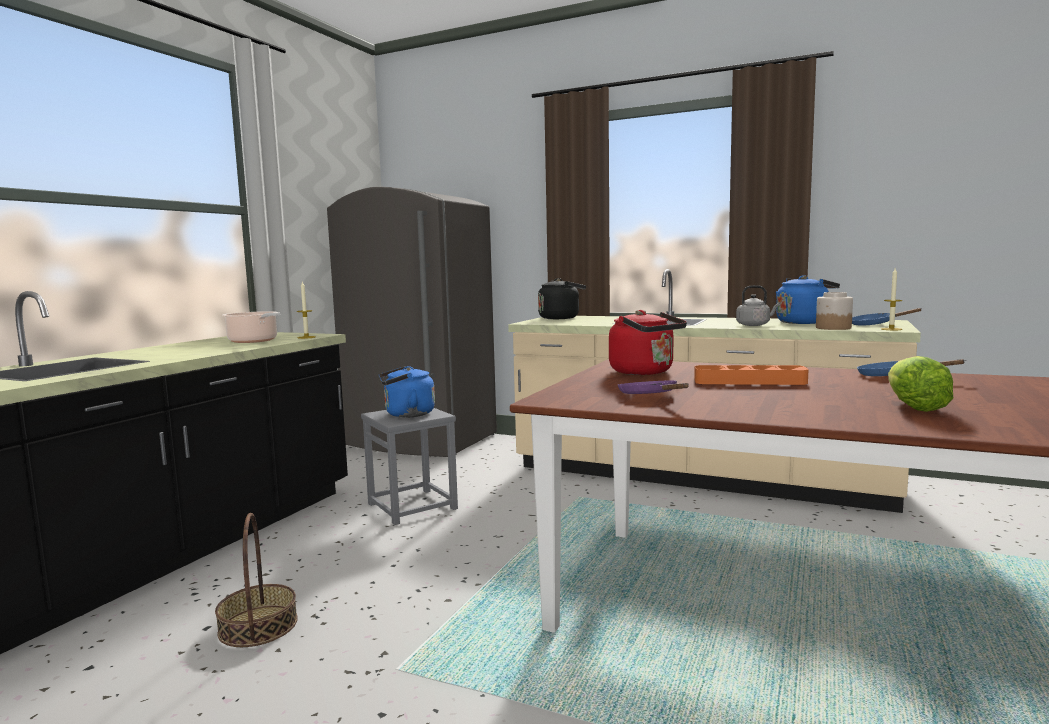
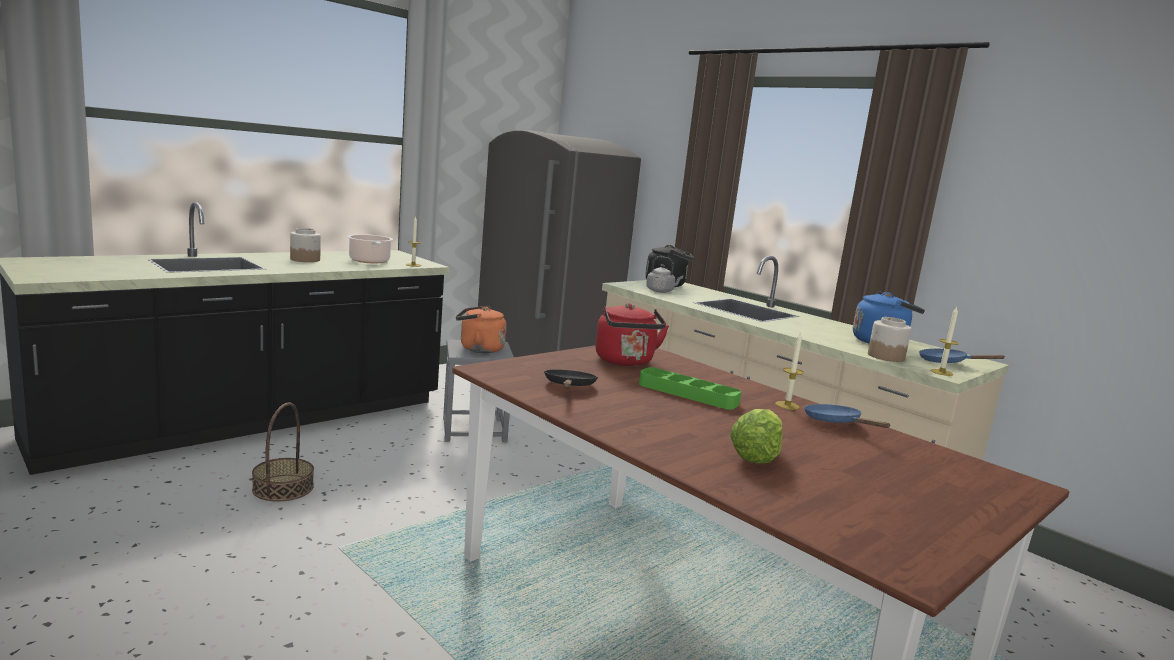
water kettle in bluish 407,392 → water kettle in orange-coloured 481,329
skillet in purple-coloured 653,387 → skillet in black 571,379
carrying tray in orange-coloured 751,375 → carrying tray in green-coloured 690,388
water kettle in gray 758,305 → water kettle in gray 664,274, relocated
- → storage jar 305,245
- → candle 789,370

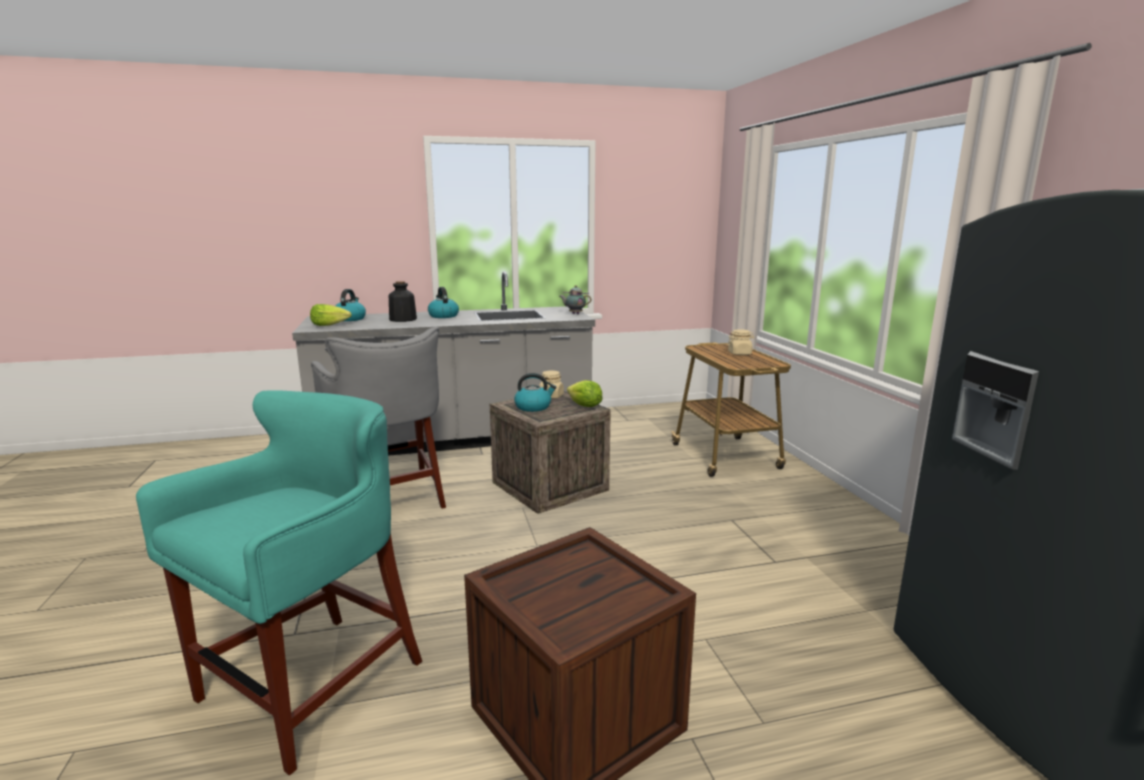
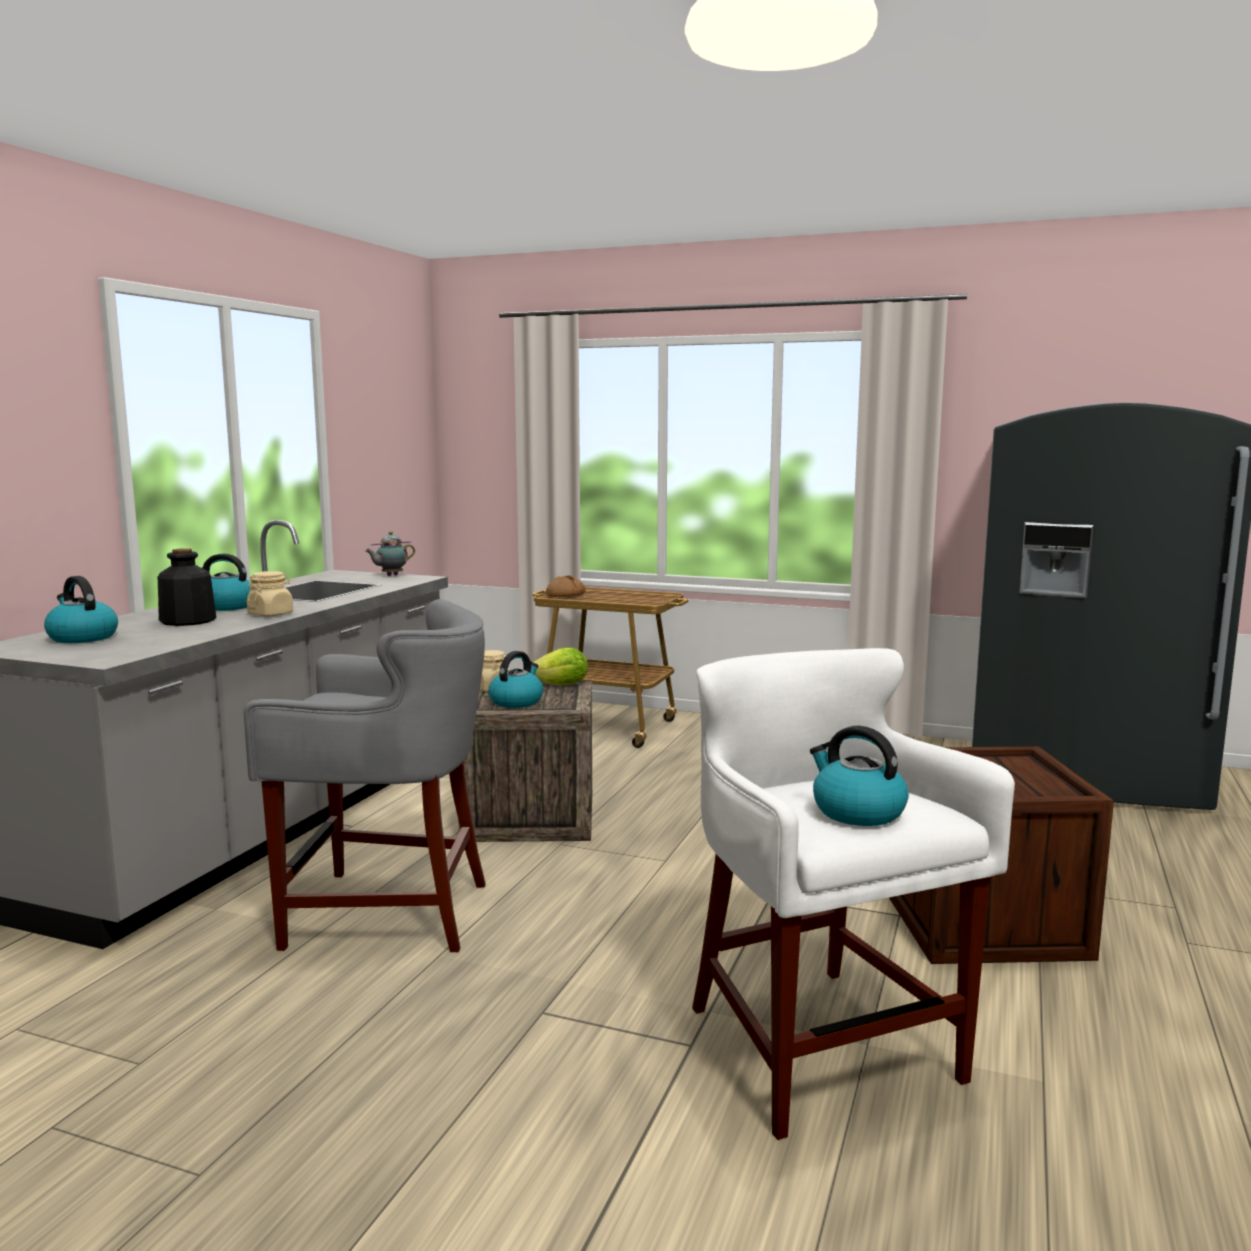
sitting stool in turquoise-coloured 279,582 → sitting stool in whitish 853,894
head of lettuce 330,315 → -
storage jar in beige-coloured 741,342 → storage jar in beige-coloured 270,593, relocated
- → bakery bread 566,586
- → water kettle 859,776

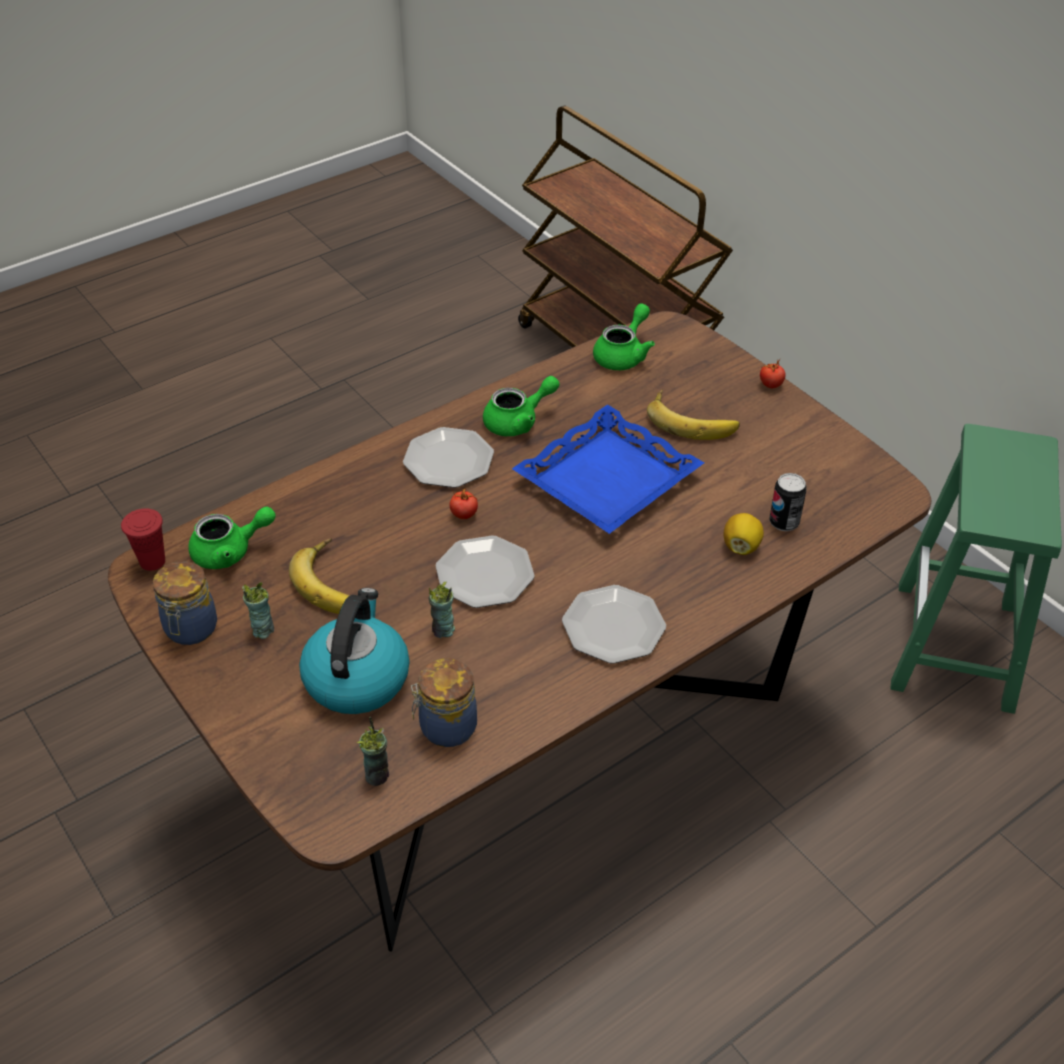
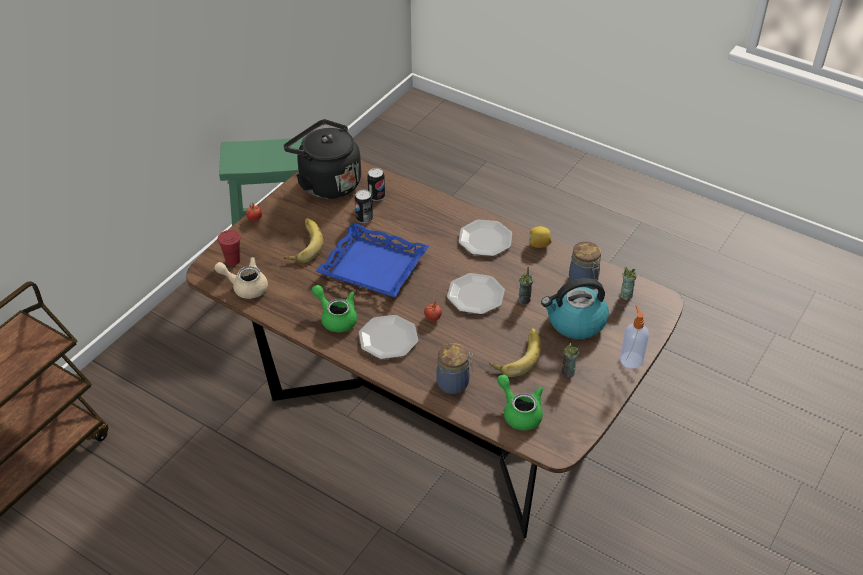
cup in reddish 143,539 → cup in reddish 229,248, relocated
storage jar 185,603 → storage jar 455,368, relocated
pot for tea in green-coloured 624,336 → pot for tea in beige-coloured 241,278
citrus fruit 744,534 → citrus fruit 541,237, relocated
- → water kettle in black 322,159
- → sealed can 364,206
- → liquid soap bottle 634,337

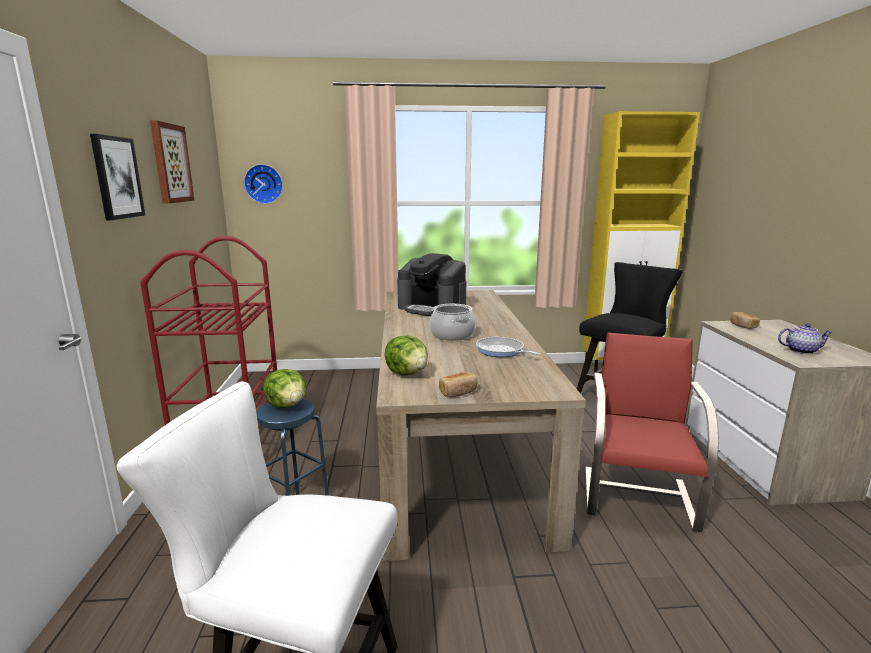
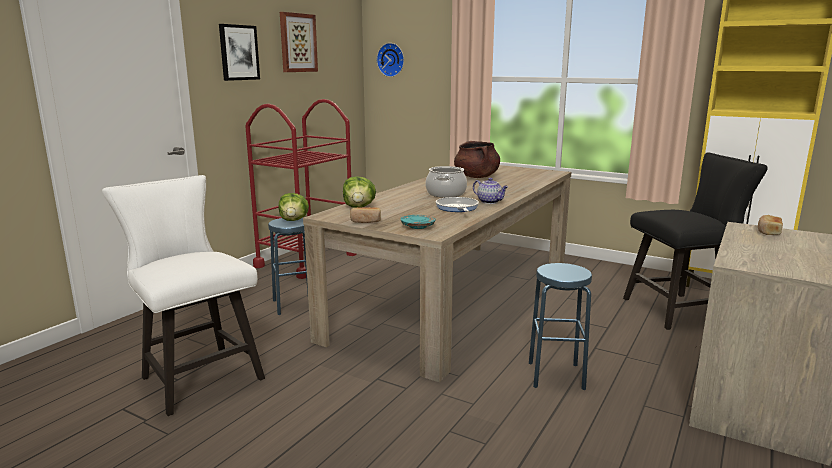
coffee machine 431,284 → stockpot in brown-coloured 477,159
plain chair in reddish 652,432 → sitting stool in bluish 560,326
pot for tea 805,338 → pot for tea 490,191, relocated
- → dinner plate in turquoise-coloured 418,222

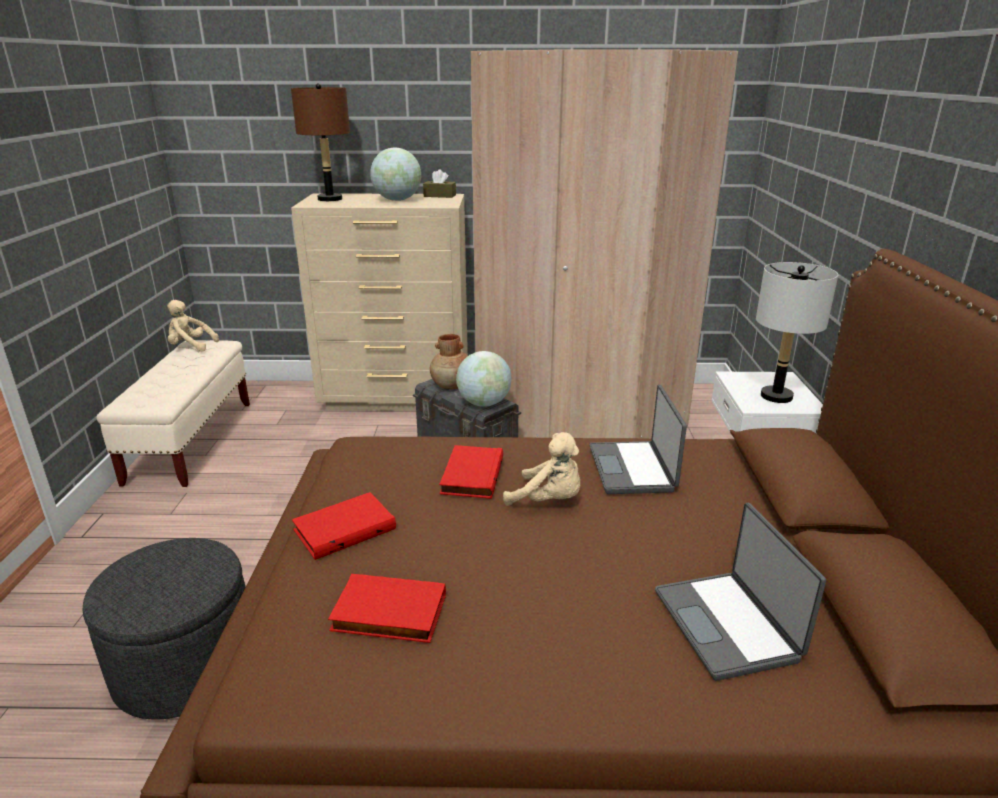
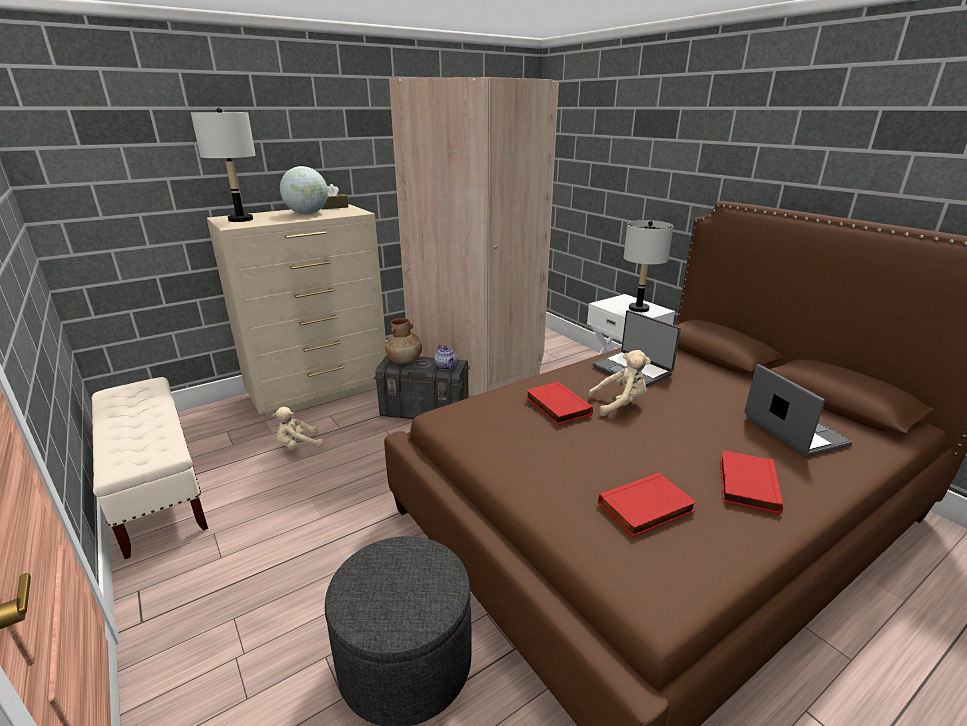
plush toy in beige-coloured 193,326 → plush toy in beige-coloured 297,428, relocated
tabletop lamp in brown-coloured 320,142 → tabletop lamp in gray 223,165
bound book in reddish 344,526 → bound book in reddish 751,482, relocated
world globe 484,379 → pot for tea 445,357
portable computer 740,592 → portable computer 798,410, 150 degrees counterclockwise

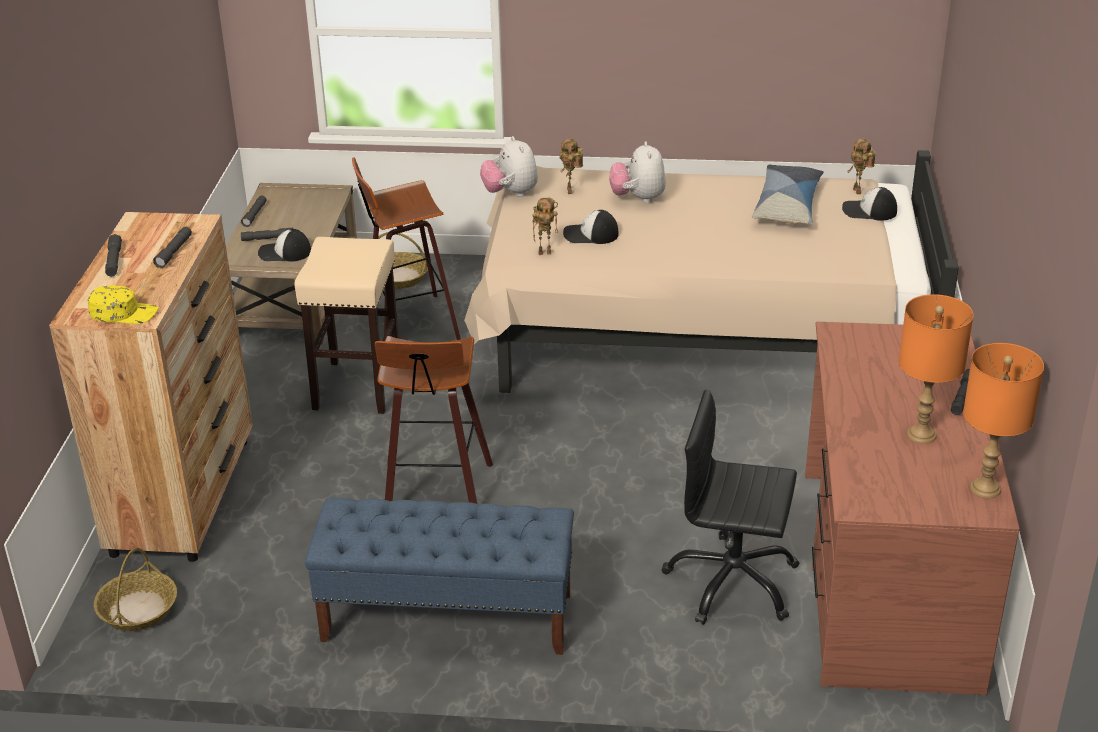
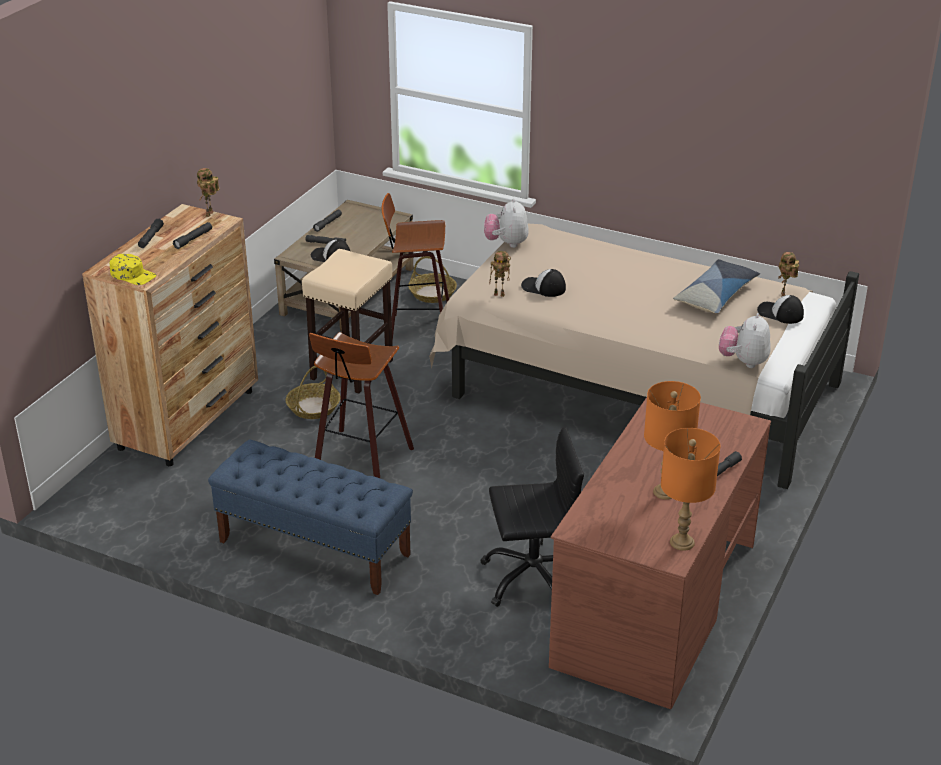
basket 135,589 → basket 313,392, relocated
toy robot 571,166 → toy robot 208,192, relocated
plush toy 637,172 → plush toy 745,340, relocated
desk chair in black 730,507 → desk chair in black 532,517, 135 degrees clockwise

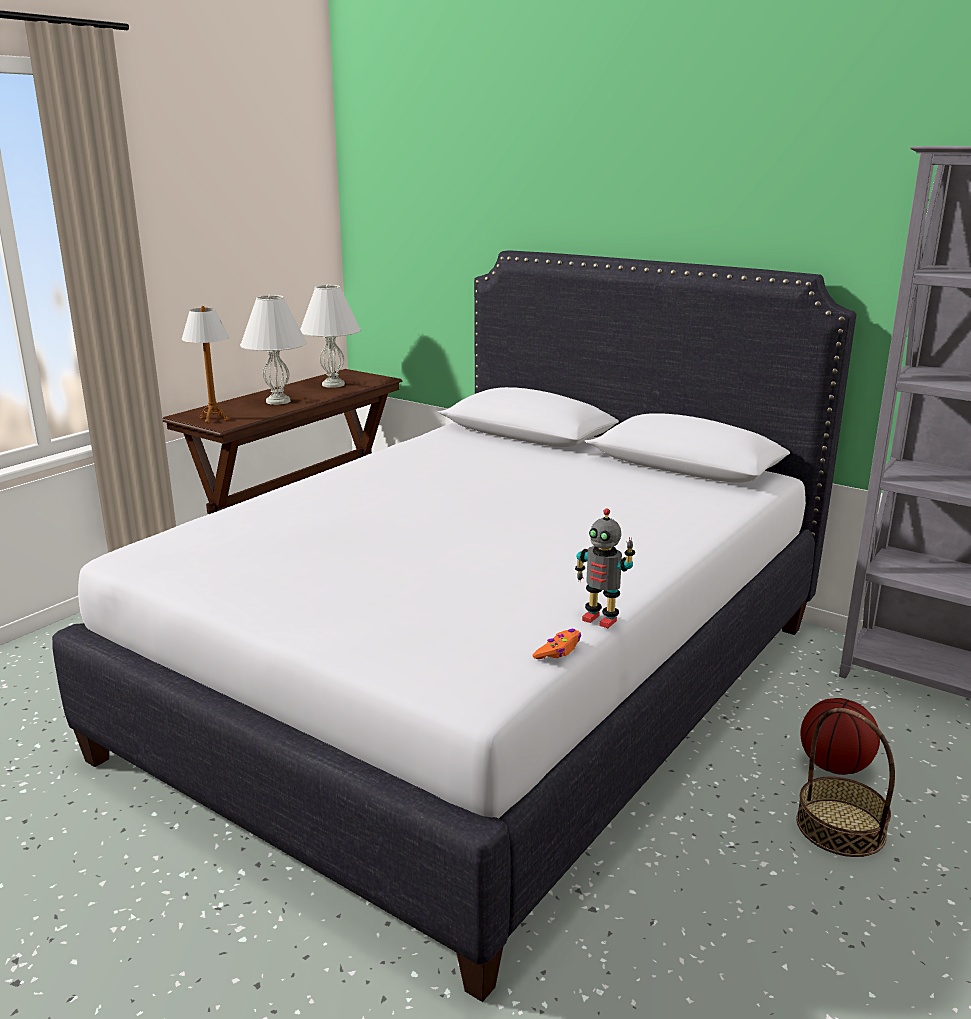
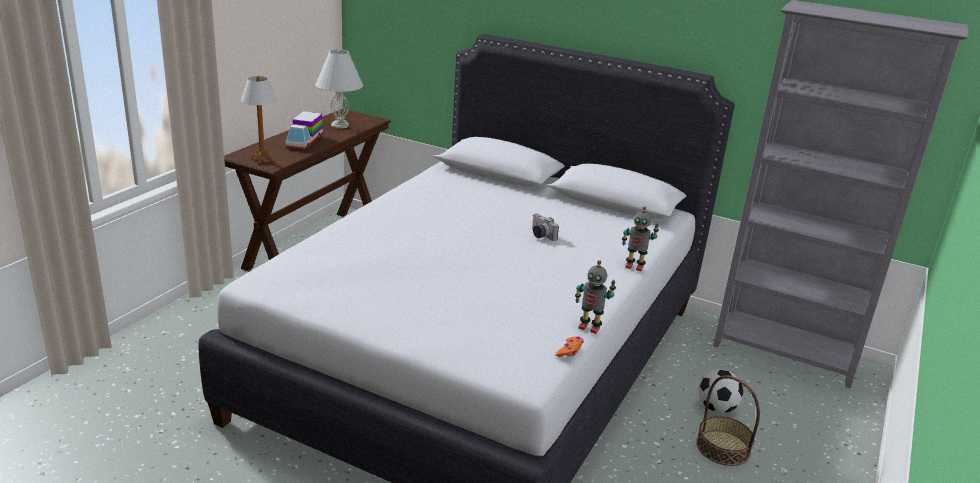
tabletop lamp in whitish 273,350 → toy truck 304,130
basketball ball 840,736 → ball for football 720,391
- → photo camera 545,227
- → toy robot 640,238

